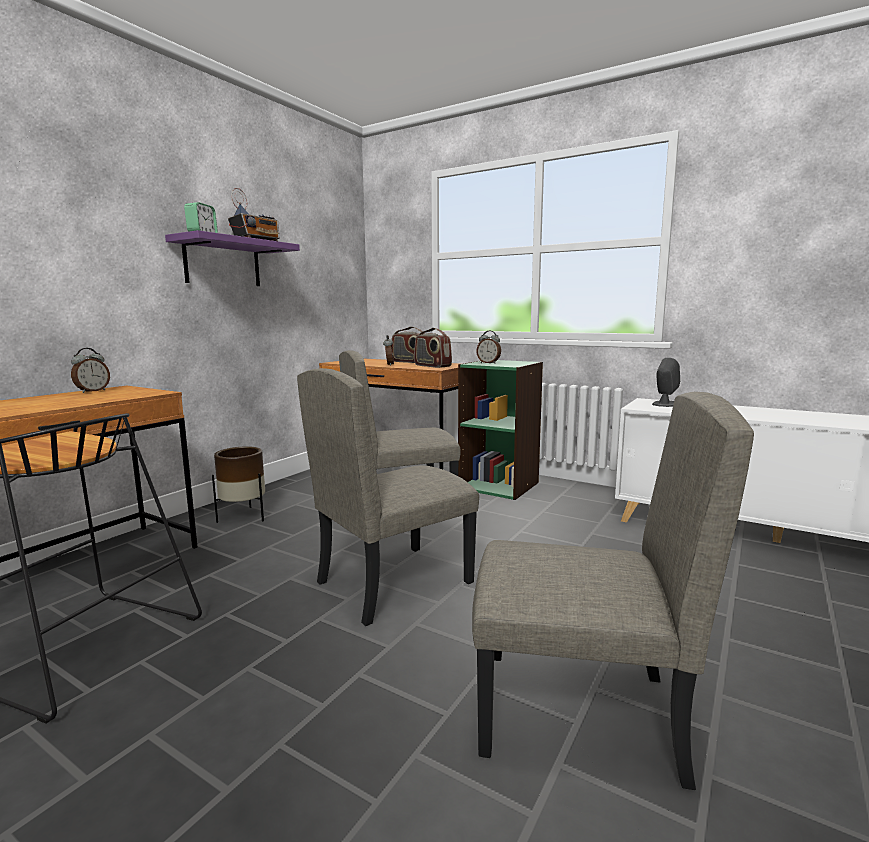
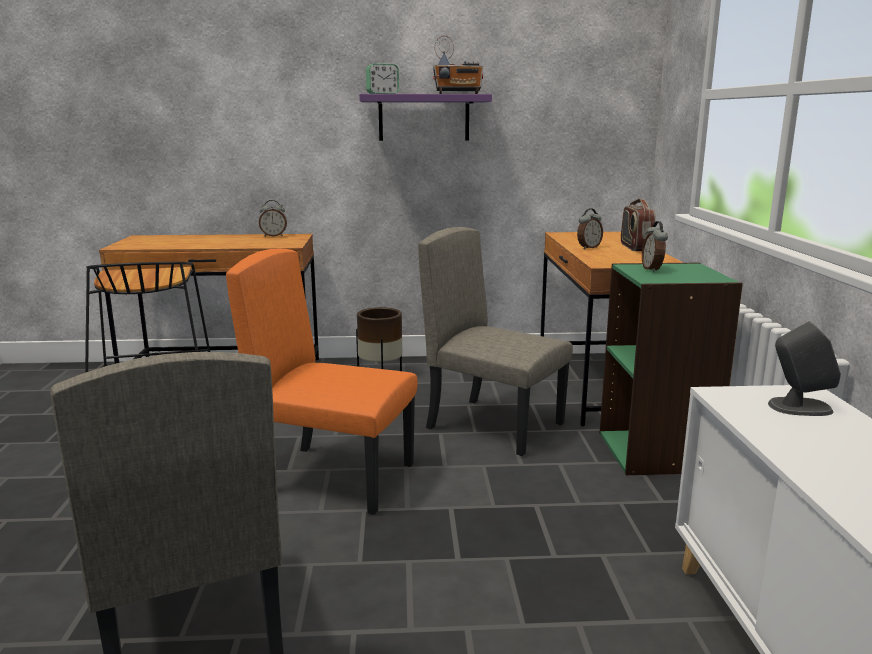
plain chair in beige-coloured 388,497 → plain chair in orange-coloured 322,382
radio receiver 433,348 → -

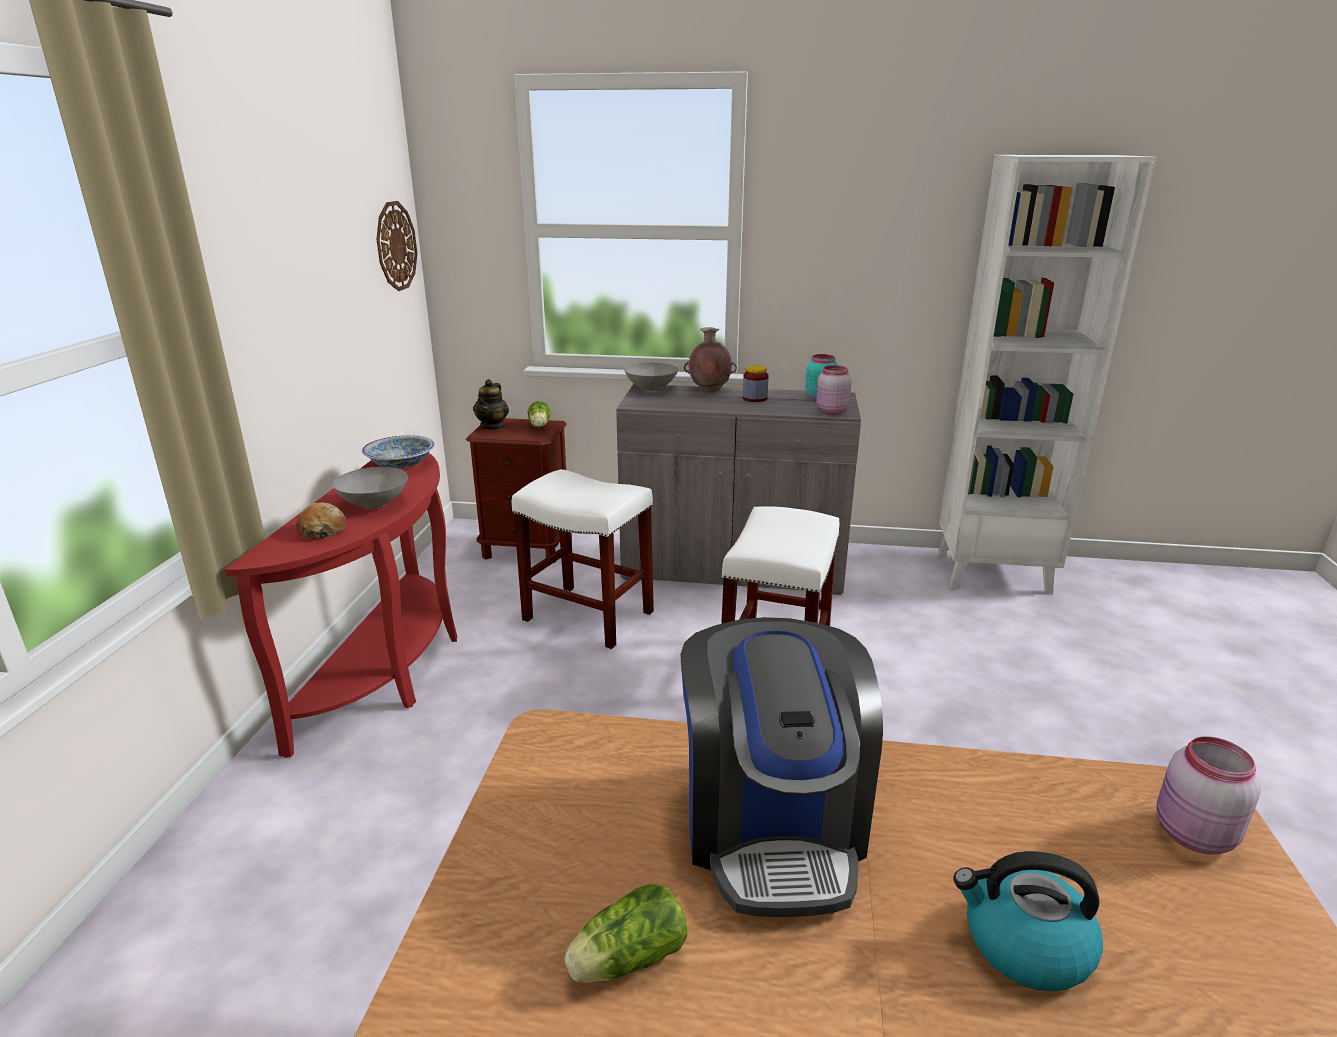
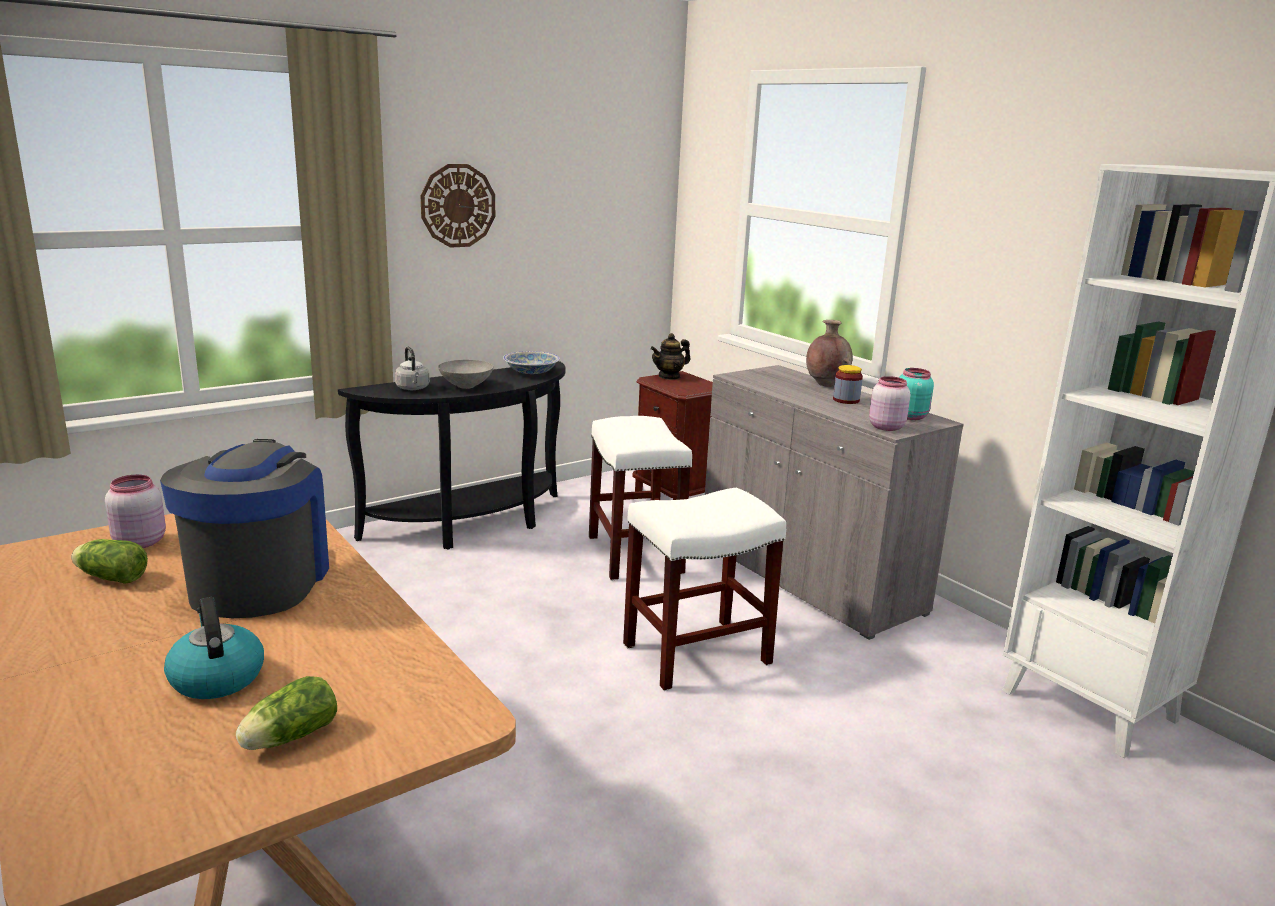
console table in reddish 340,605 → console table in black 452,455
bakery bread 321,520 → water kettle in gray 412,368
hanging clock 396,246 → hanging clock 457,206, relocated
head of lettuce 539,414 → head of lettuce 286,713, relocated
deep dish in gray 651,377 → -
coffee machine 782,767 → coffee machine 244,528, 135 degrees clockwise
storage jar in pink 1209,795 → storage jar in pink 135,511, relocated

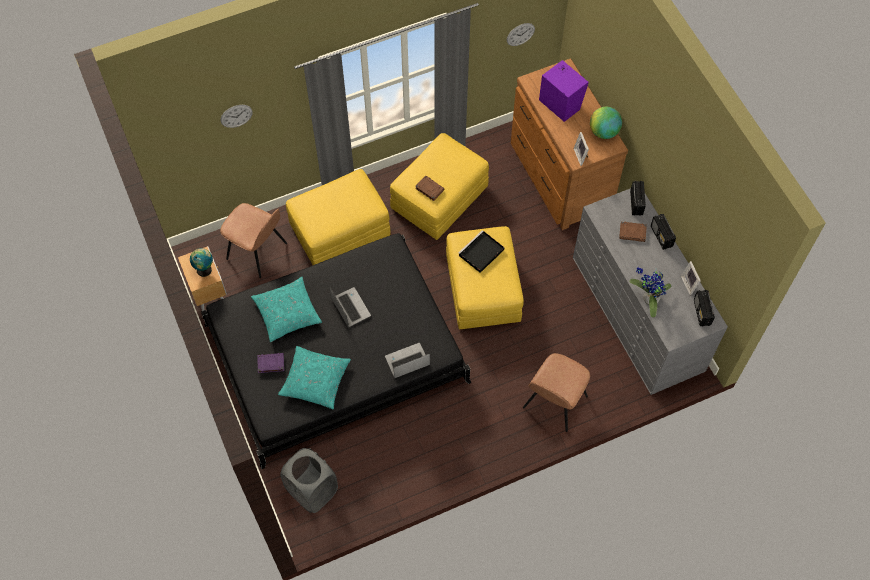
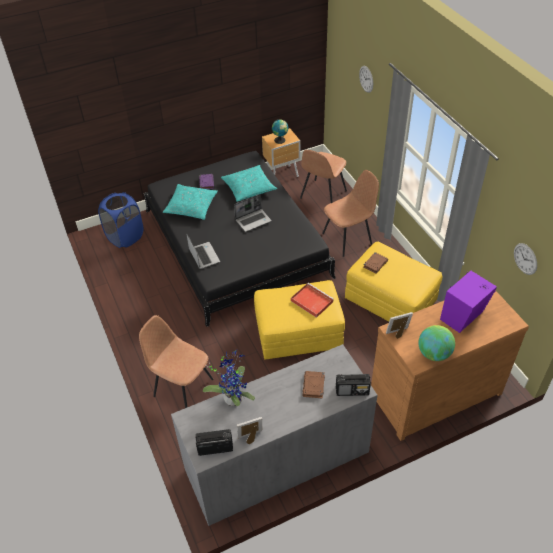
washing basket in gray 309,480 → washing basket in bluish 121,220
footrest in yellowish 338,217 → plain chair in brown-coloured 350,213
carrying tray in black 481,251 → carrying tray in reddish 312,300
radio receiver 663,232 → -

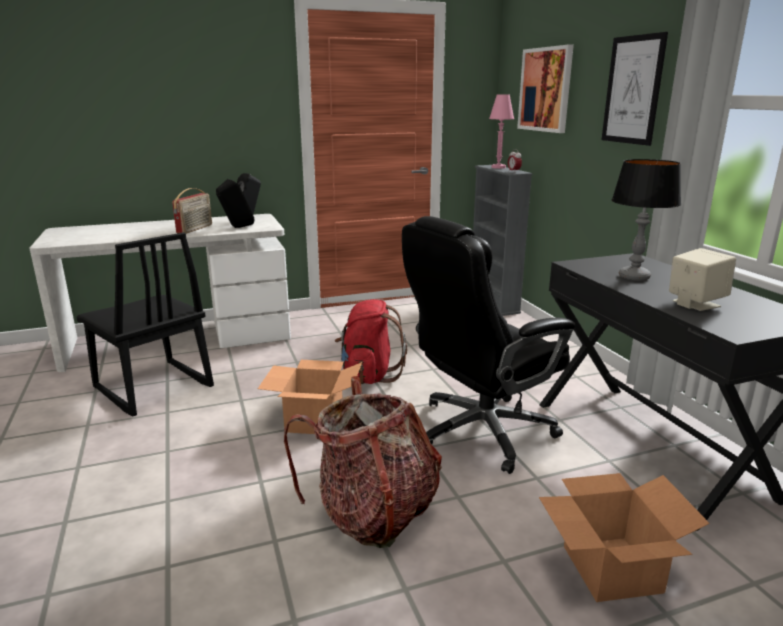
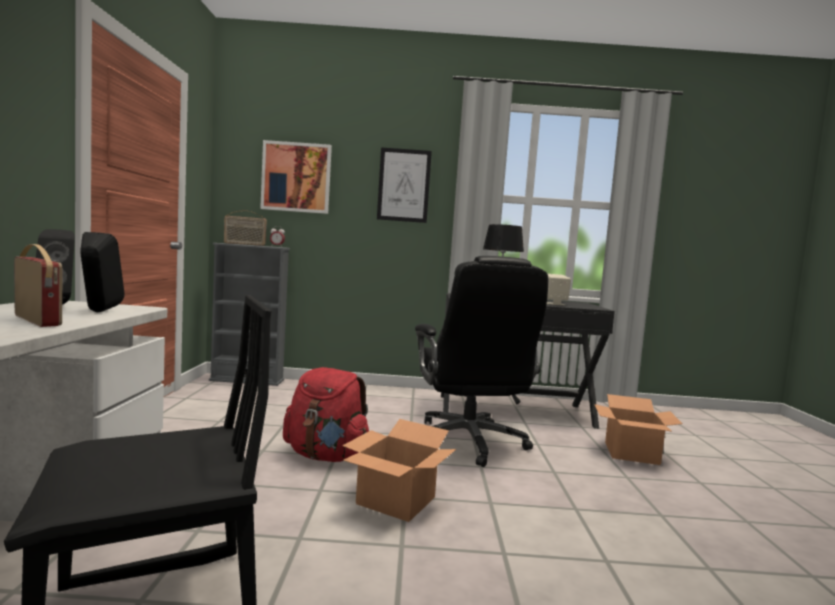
rucksack 363,462 → -
tabletop lamp in pink 501,131 → radio receiver 245,228

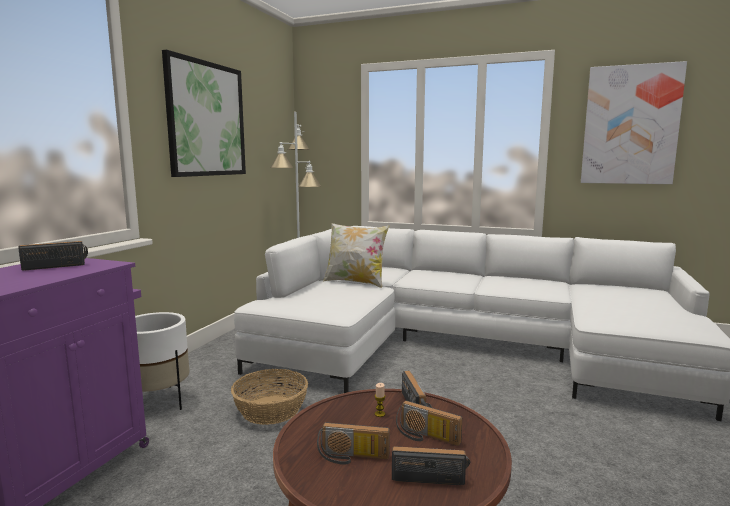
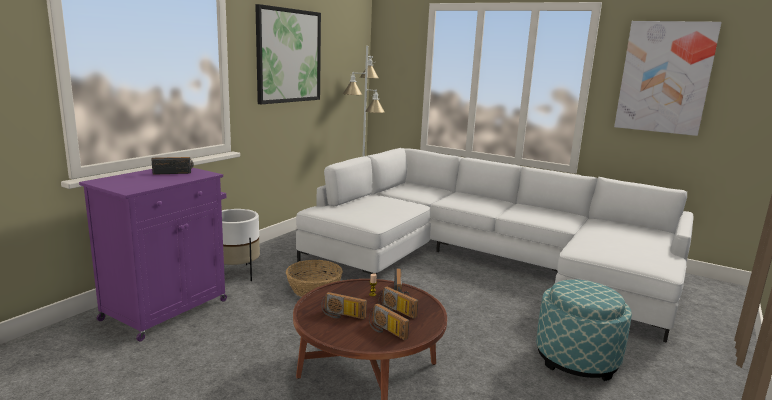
throw pillow 356,255 → -
radio receiver 431,465 → radio receiver 389,321, 150 degrees counterclockwise
- → footrest 584,330

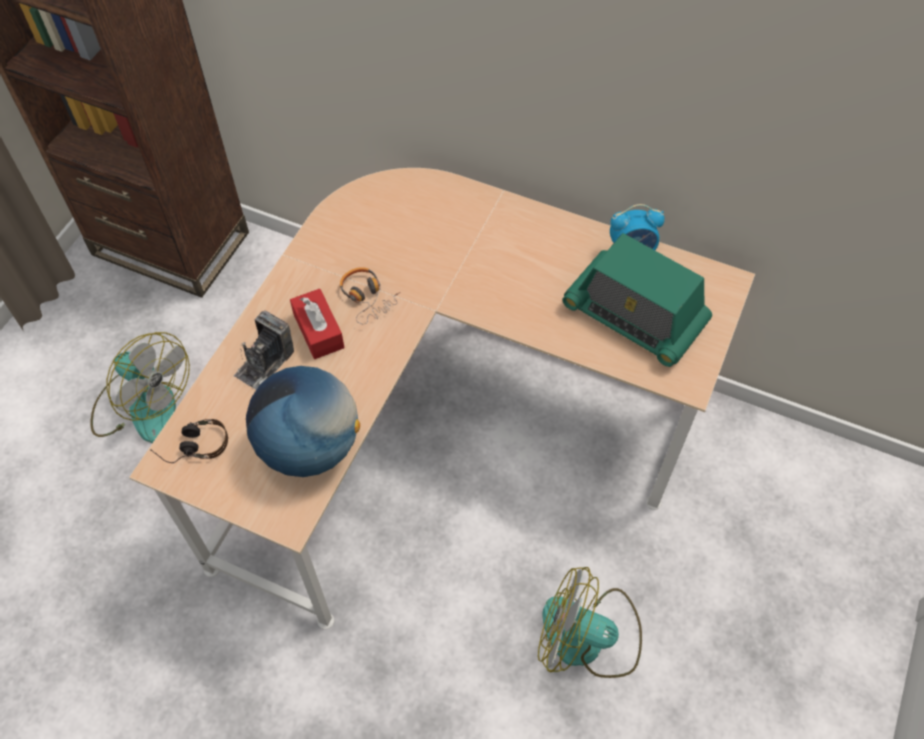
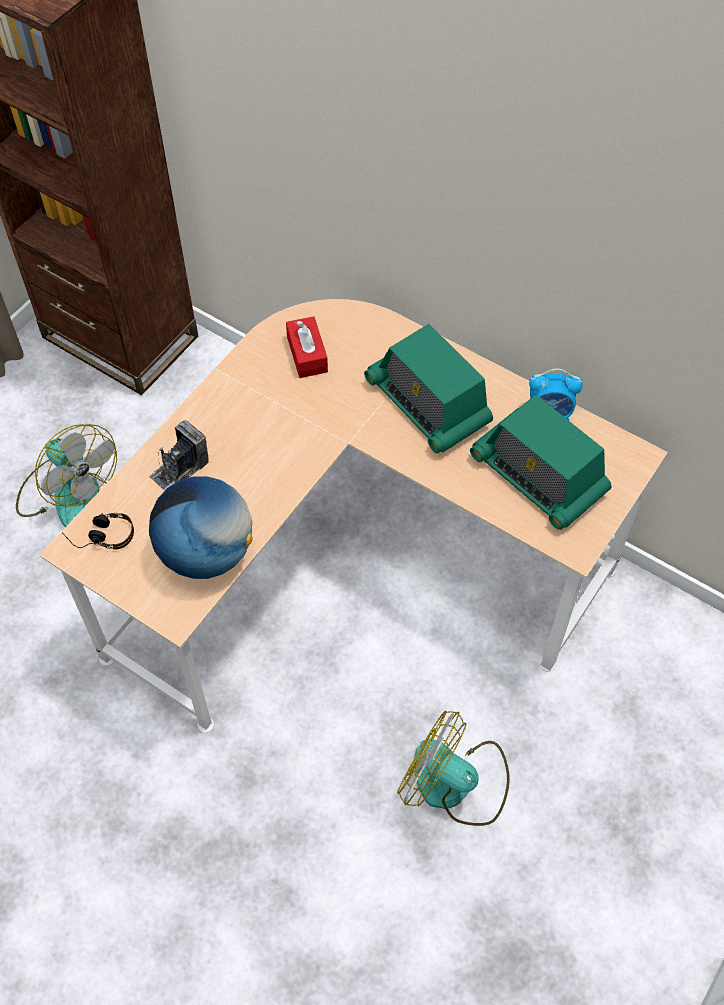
tissue box in reddish 317,324 → tissue box in reddish 307,347, relocated
pair of headphones 370,295 → -
- → radio receiver 428,388

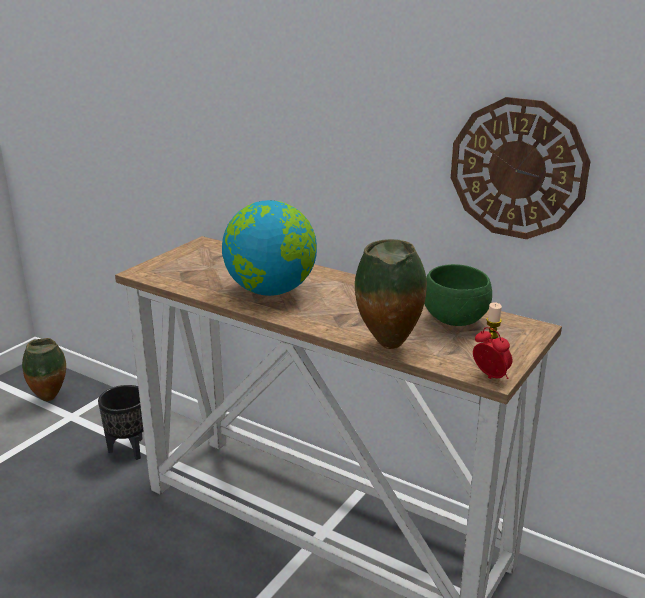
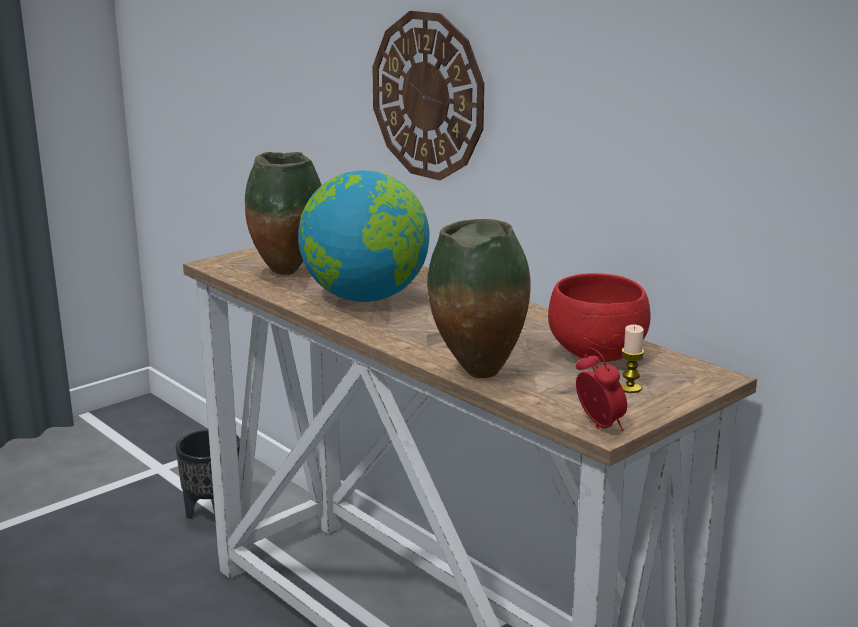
flower vase 44,369 → flower vase 283,213, relocated
deep dish in green-coloured 458,295 → deep dish in reddish 599,317
hanging clock 521,168 → hanging clock 428,95, relocated

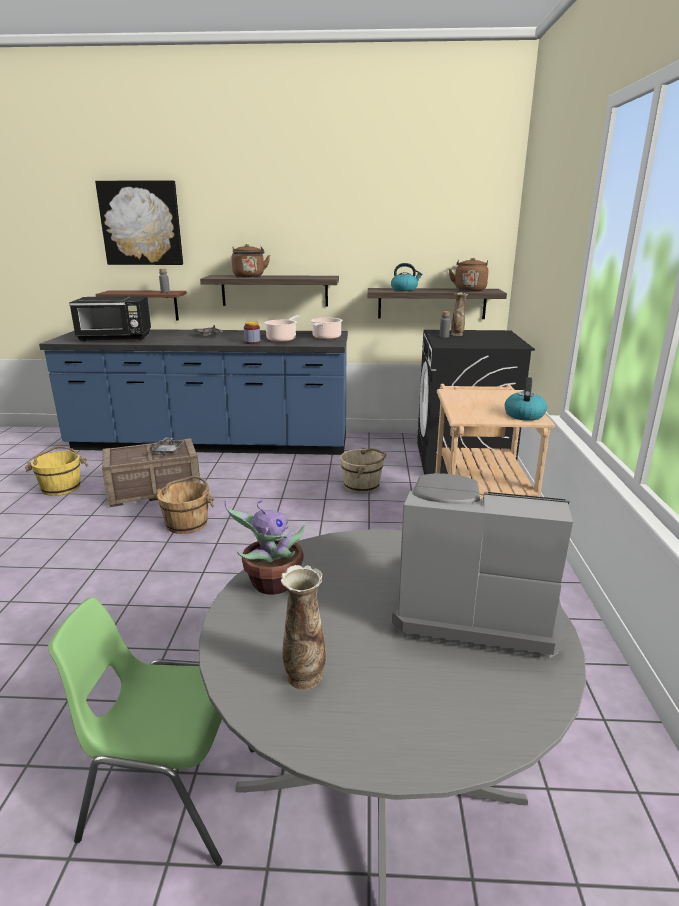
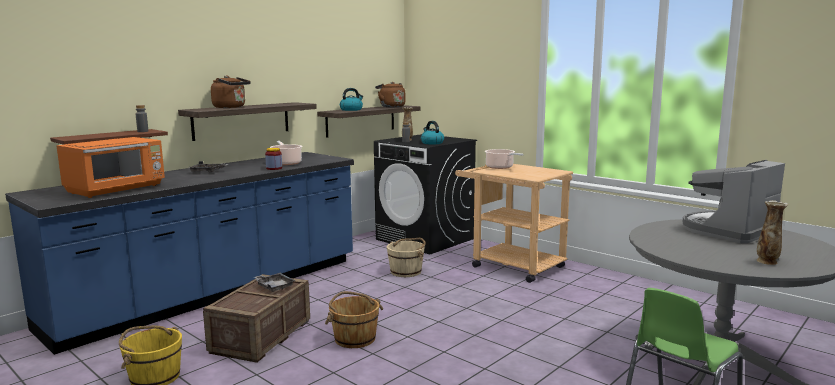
kitchen microwave in black 110,319 → kitchen microwave in orange-coloured 110,167
picture 139,222 → -
potted plant 265,547 → -
stockpot 327,328 → stockpot 504,159, relocated
water kettle 525,399 → water kettle 432,132, relocated

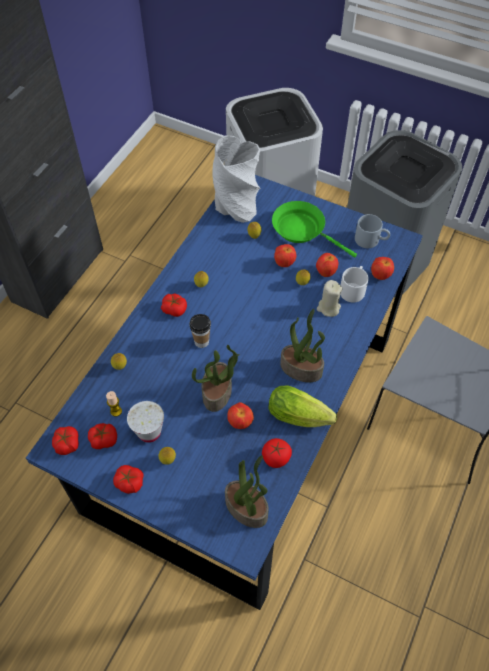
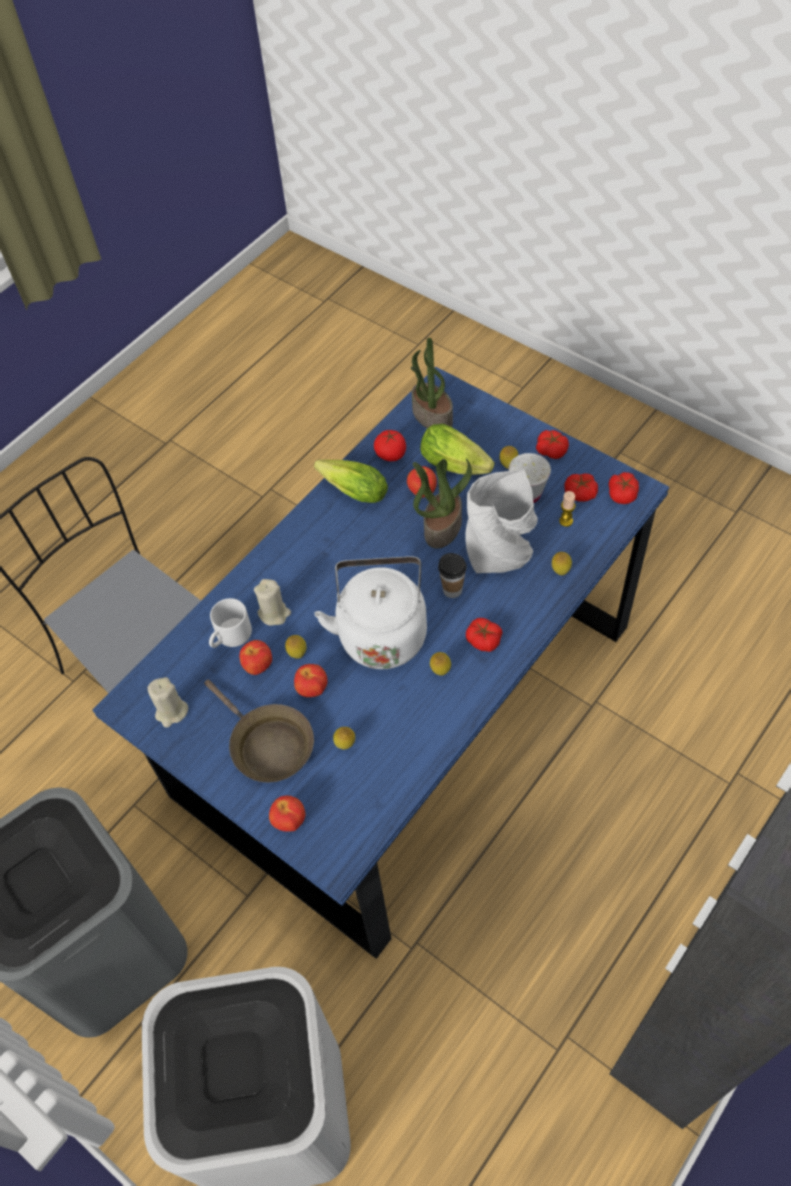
flower vase in gray 236,179 → flower vase in gray 502,521, relocated
skillet in green-coloured 314,229 → skillet in brown-coloured 259,731
potted plant 302,345 → -
coffee mug in gray 372,231 → candle in beige-coloured 167,702
apple fruit 382,268 → apple fruit 287,813, relocated
- → water kettle in whitish 371,612
- → head of lettuce 457,449

